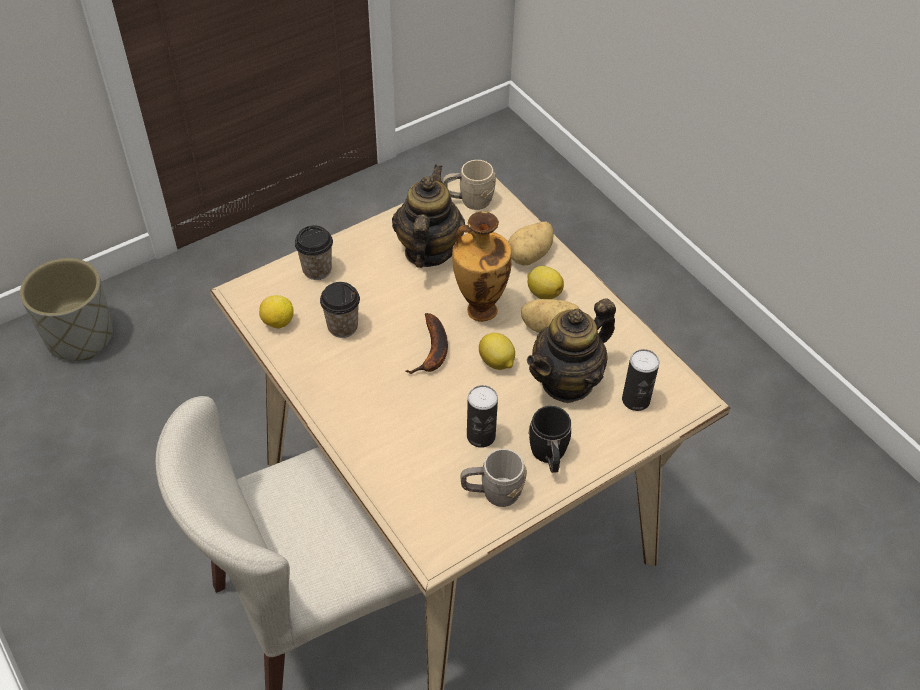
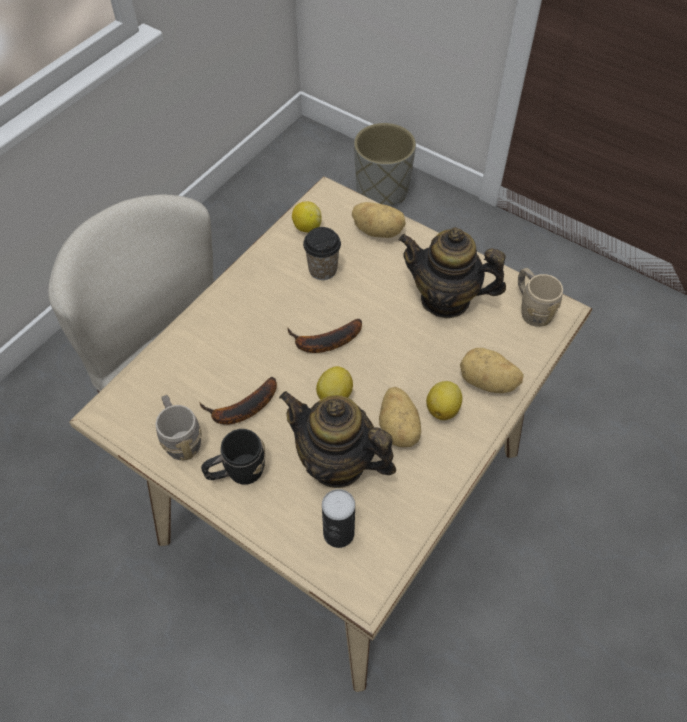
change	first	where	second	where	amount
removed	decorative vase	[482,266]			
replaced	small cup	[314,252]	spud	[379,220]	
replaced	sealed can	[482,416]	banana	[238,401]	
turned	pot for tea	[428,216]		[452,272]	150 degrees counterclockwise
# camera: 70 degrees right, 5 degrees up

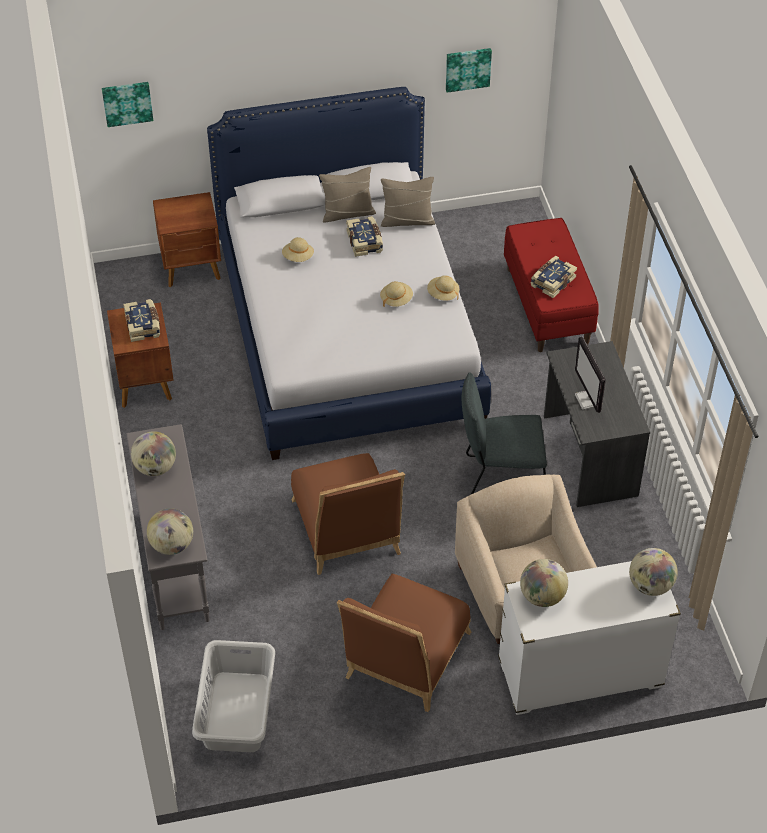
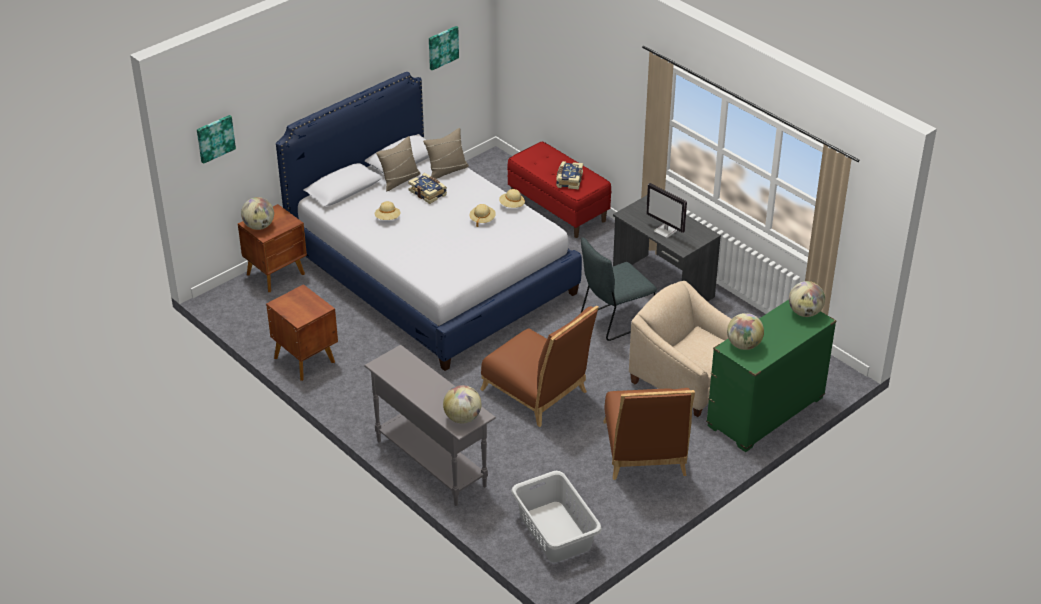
change	first	where	second	where	amount
removed	volume	[141,320]			
moved	world globe	[153,453]		[257,213]	
recoloured	whitish drawer chest	[589,638]	green-coloured drawer chest	[771,376]	
# camera: 30 degrees left, 10 degrees down

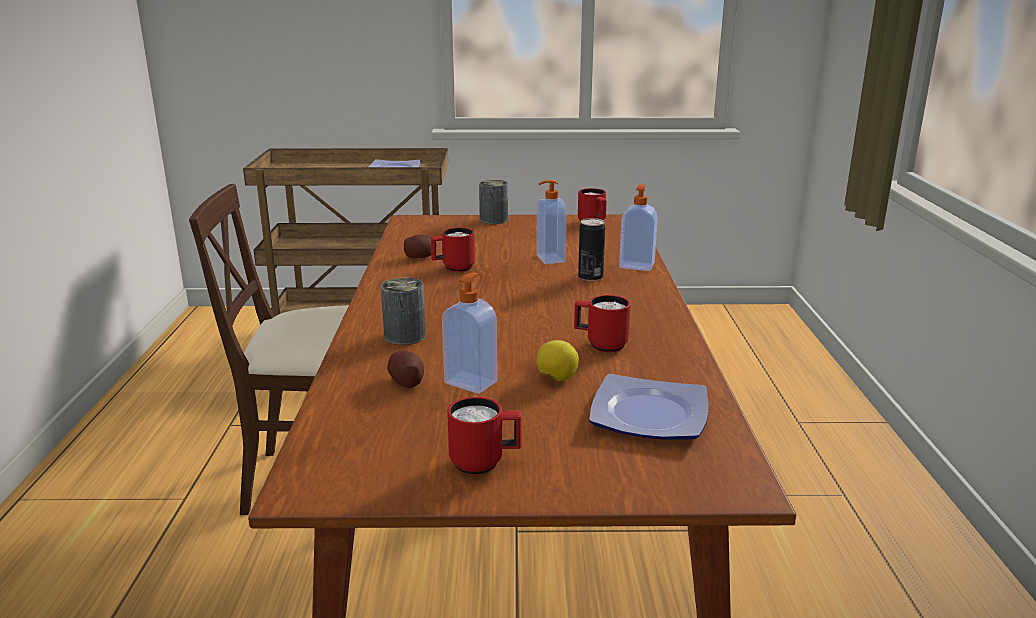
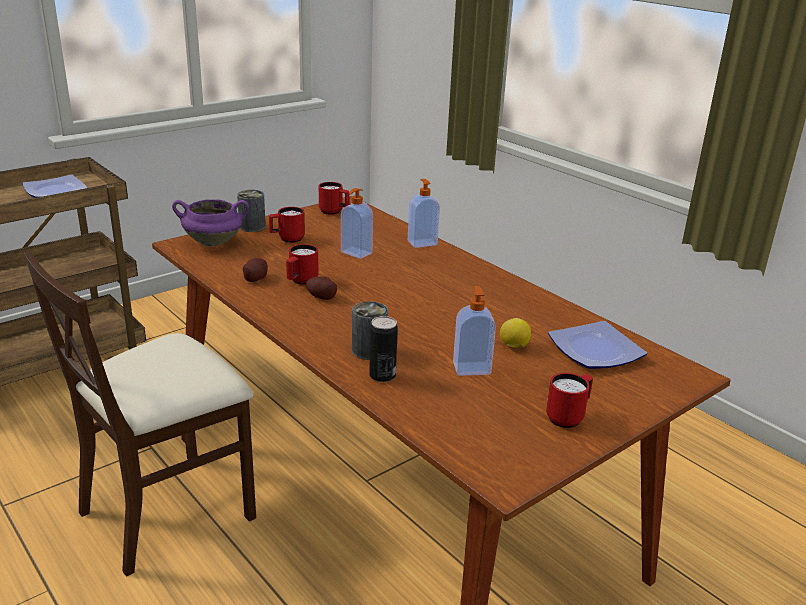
change	first	where	second	where	amount
added			purple-coloured stockpot	[210,223]	
moved	spud	[405,369]		[321,288]	
moved	red-coloured coffee mug	[602,323]		[287,225]	
moved	sealed can	[591,249]		[383,349]	
# camera: 40 degrees left, 5 degrees up

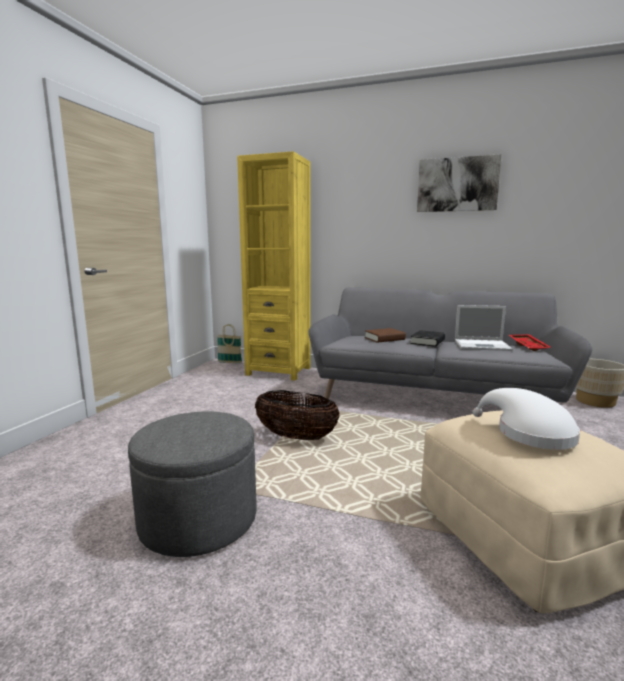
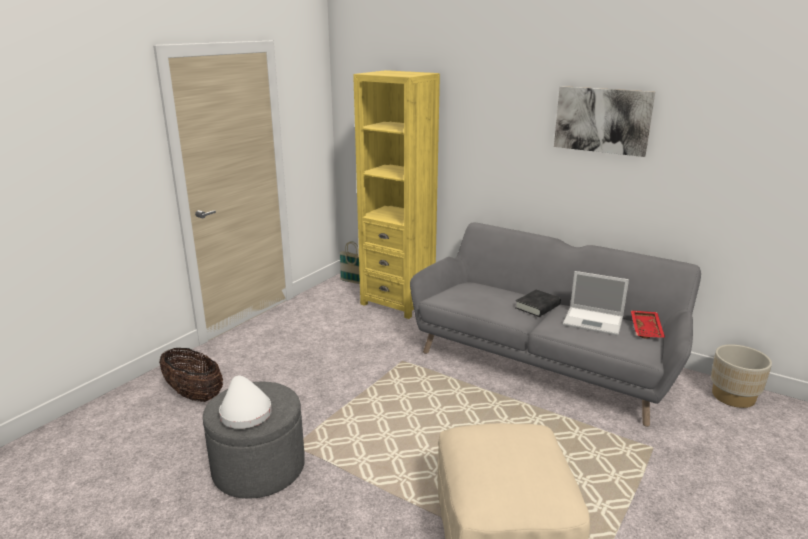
change	first	where	second	where	amount
removed	brown-coloured volume	[385,335]			
moved	storage basket	[297,415]		[191,375]	
moved	whitish clothing hat	[526,419]		[245,402]	
# camera: 15 degrees right, 10 degrees up

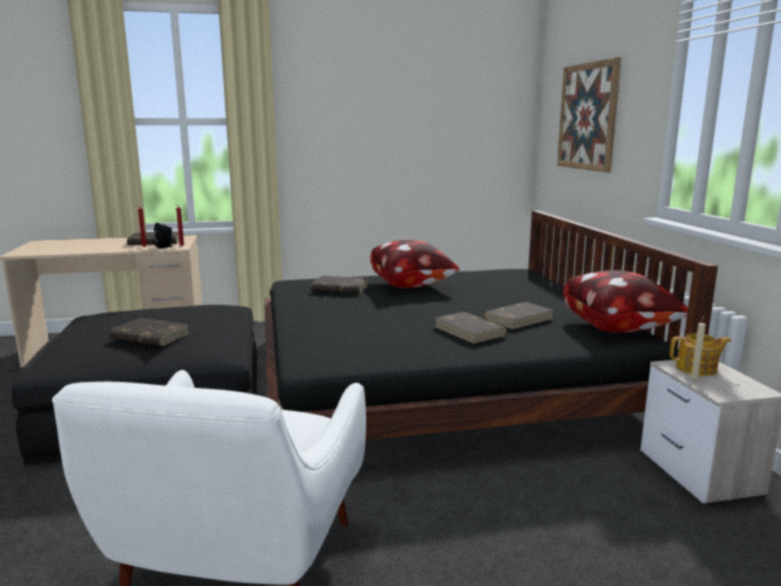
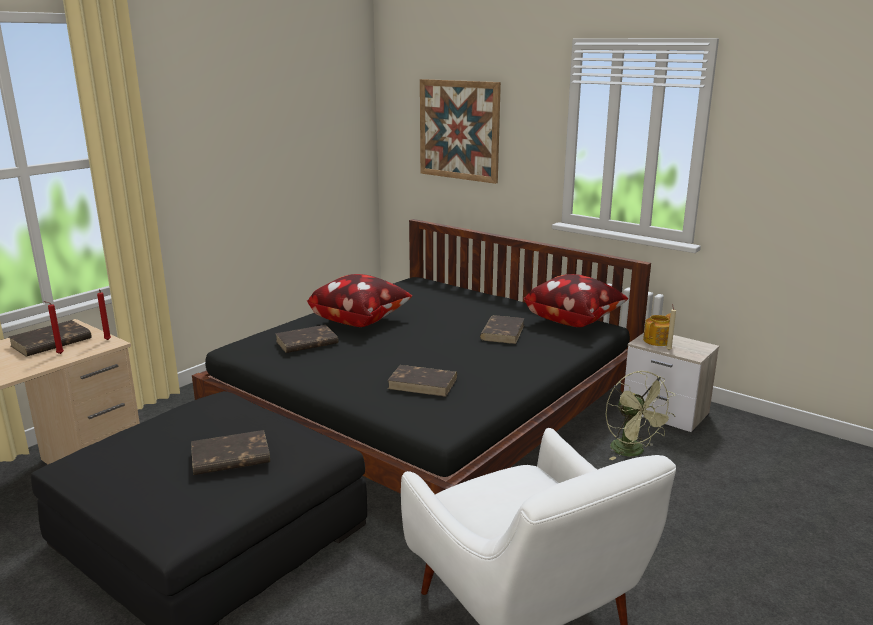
change	first	where	second	where	amount
removed	blackish audio speaker	[163,235]			
added			green-coloured electric fan	[641,416]	
moved	brown-coloured volume	[471,328]		[422,381]	
# camera: 40 degrees left, 5 degrees up

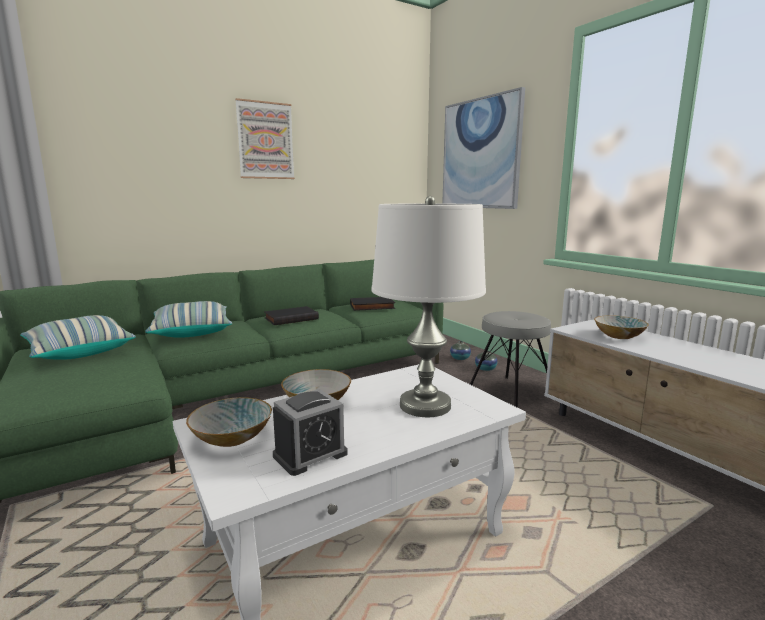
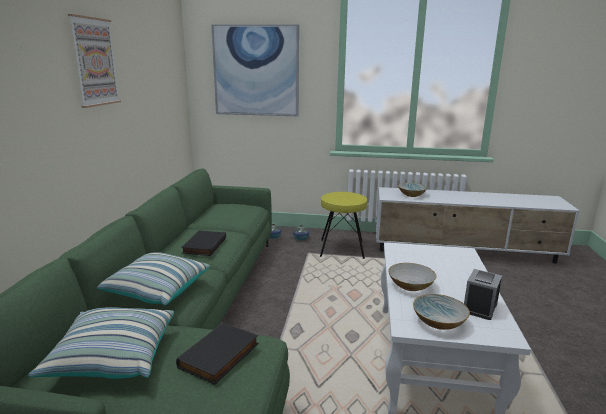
change	first	where	second	where	amount
removed	whitish tabletop lamp	[428,306]			
moved	blackish volume	[372,304]		[217,353]	
recoloured	greyish stool seat	[510,359]	yellow stool seat	[343,225]	
turned	table clock	[310,432]		[483,294]	150 degrees counterclockwise
# camera: 50 degrees left, 5 degrees up

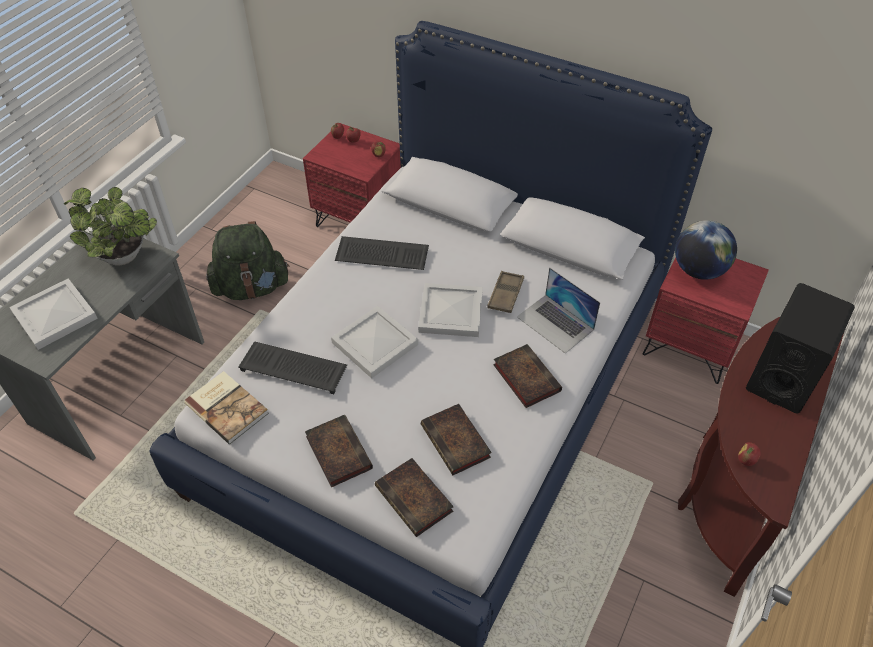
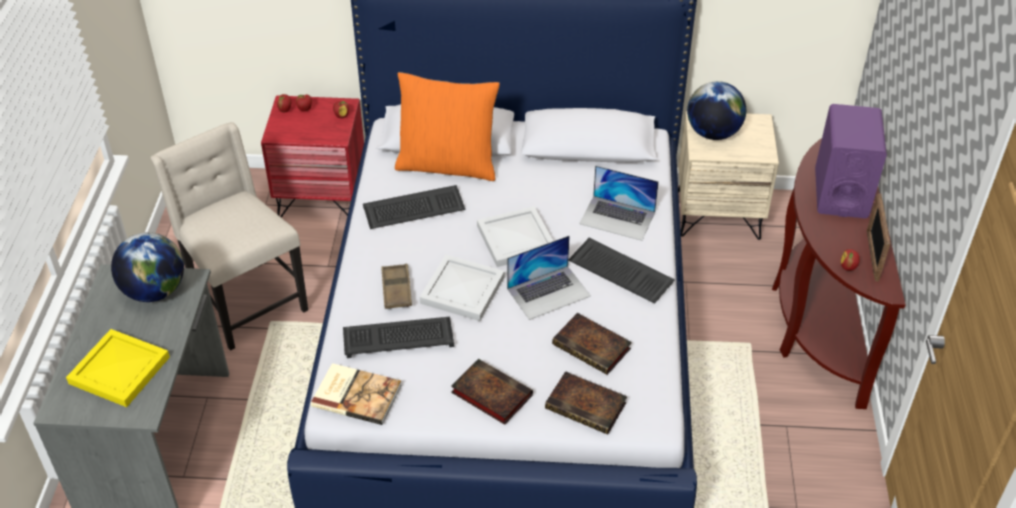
change	first	where	second	where	amount
added			orange pillow	[447,126]	
added			laptop	[549,278]	
added			picture frame	[878,237]	
moved	brown-coloured serving tray	[505,292]		[396,286]	
replaced	houseplant	[110,226]	world globe	[147,267]	
replaced	green-coloured rucksack	[248,260]	beige chair	[229,236]	
replaced	volume	[527,376]	PC keyboard	[621,271]	
recoloured	whitish serving tray	[53,314]	yellow serving tray	[118,368]	
recoloured	red-coloured bedside table	[706,321]	beige bedside table	[728,175]	
recoloured	blackish audio speaker	[800,348]	purple-coloured audio speaker	[851,161]	
# camera: 25 degrees left, 5 degrees down

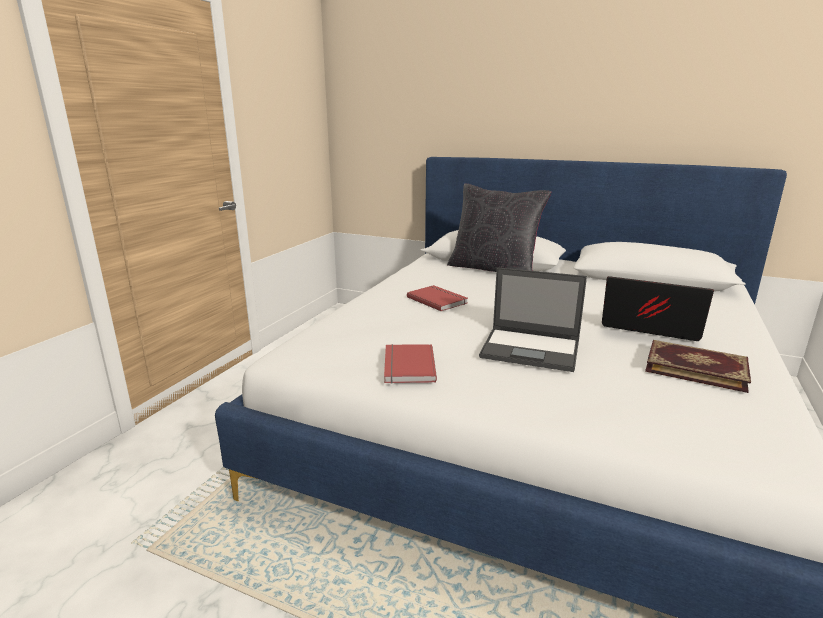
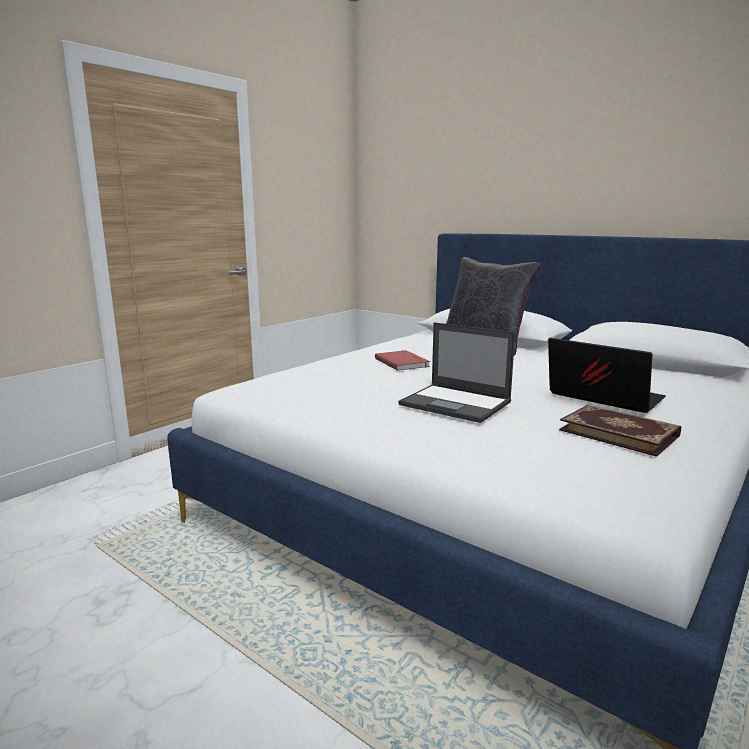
change	first	where	second	where	amount
removed	red-coloured volume	[410,364]			
# camera: 15 degrees right, 5 degrees down

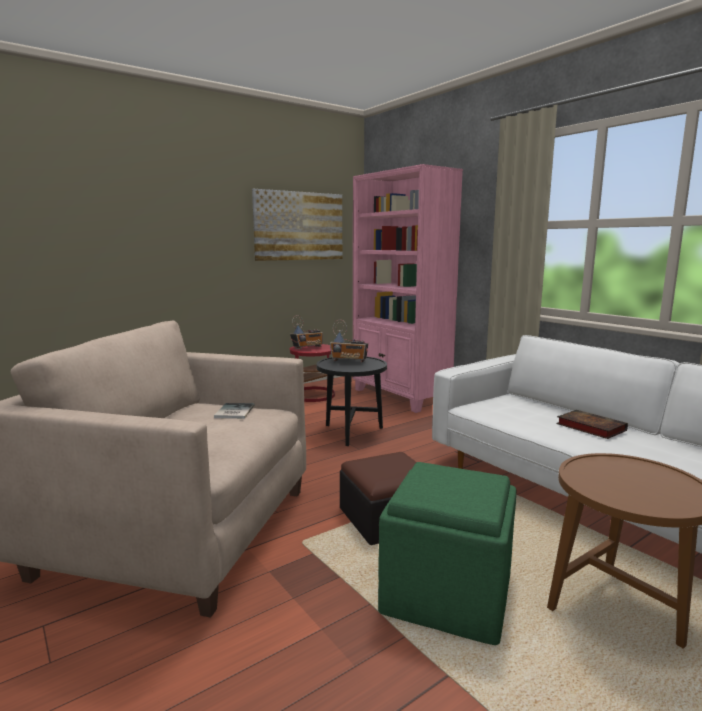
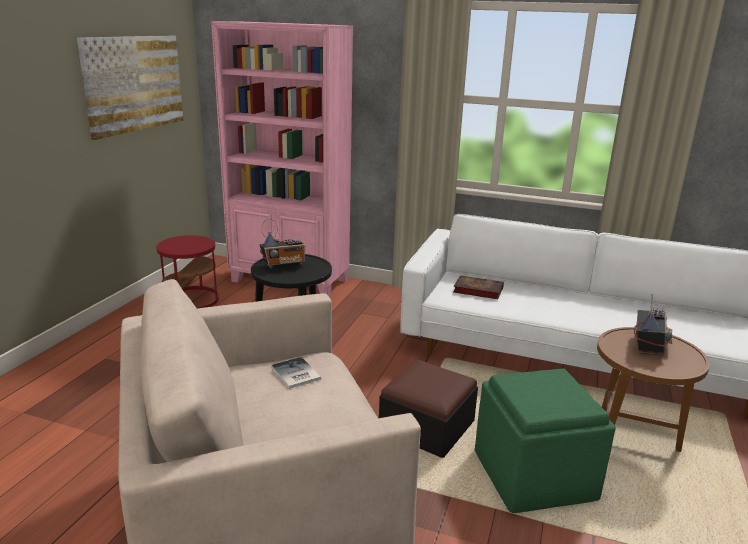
change	first	where	second	where	amount
moved	radio	[306,332]		[653,324]	
moved	volume	[592,424]		[478,287]	
# camera: 35 degrees left, 10 degrees up

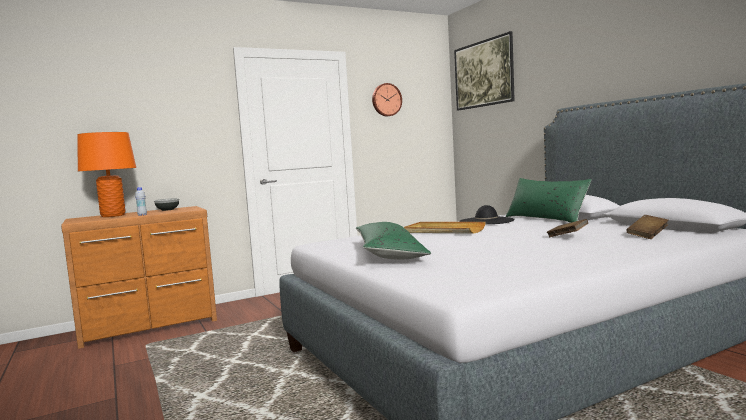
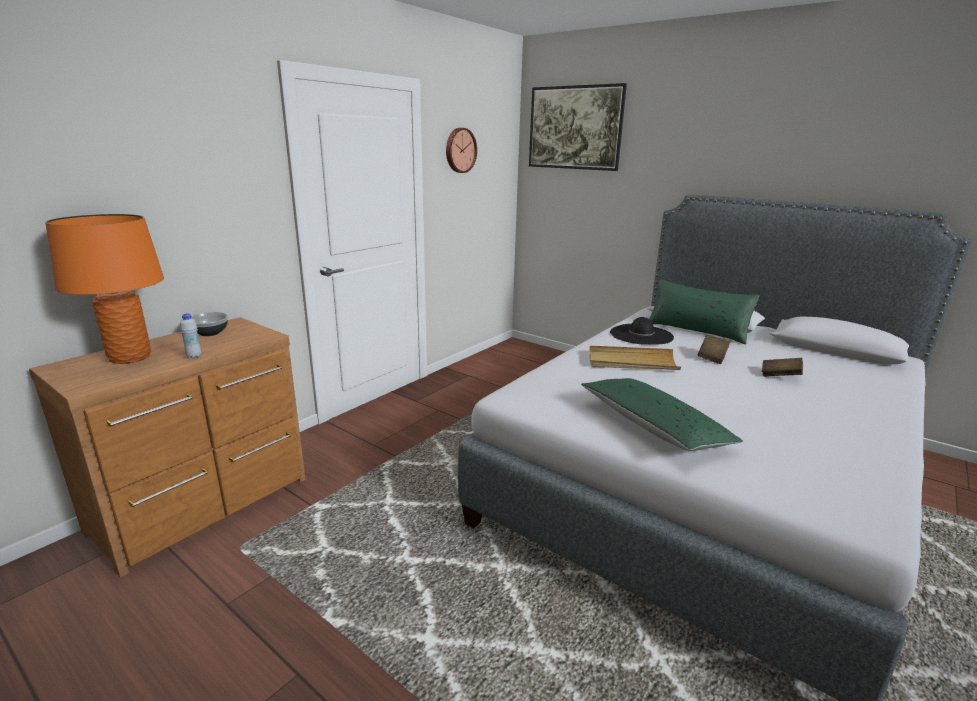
change	first	where	second	where	amount
moved	brown-coloured volume	[647,227]		[714,349]	
# camera: 25 degrees left, 15 degrees up

